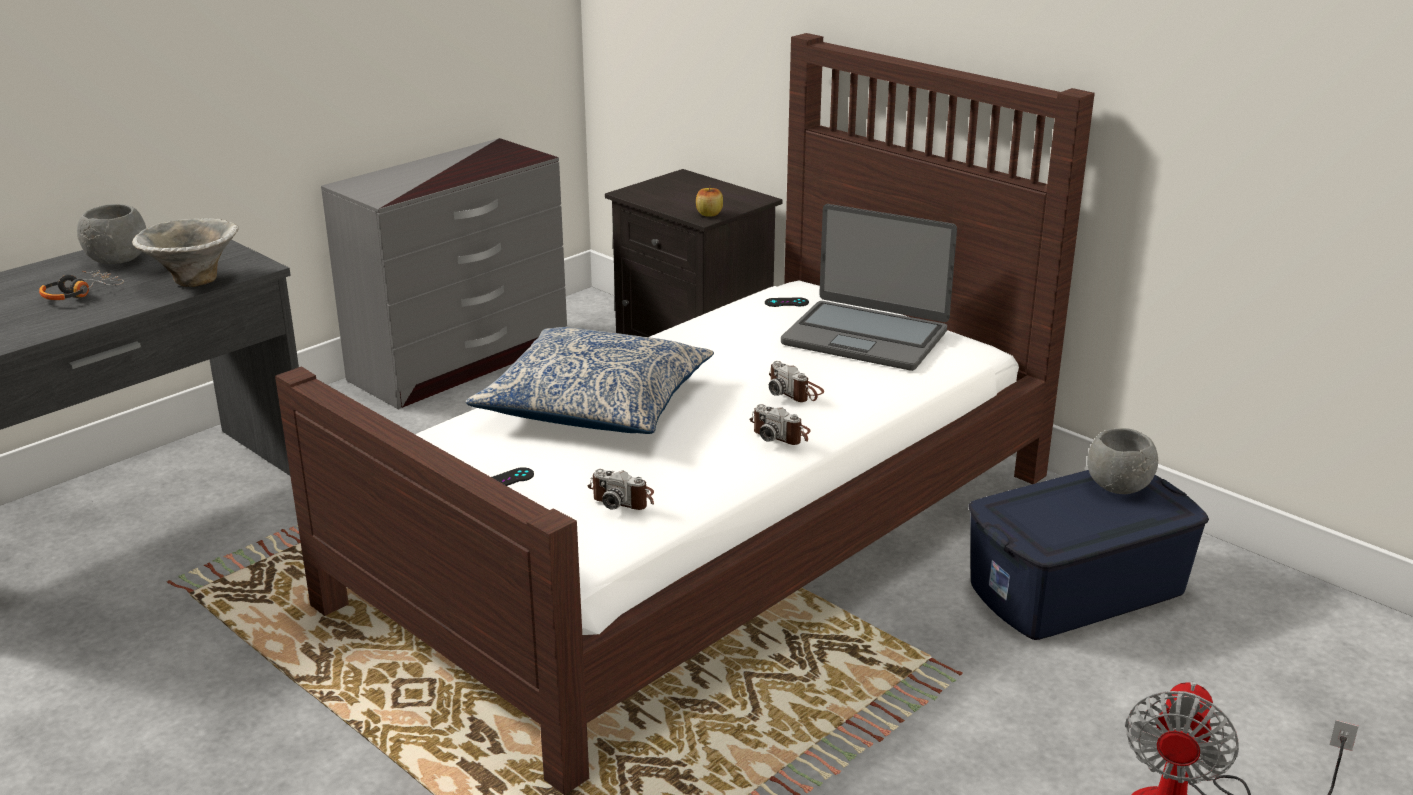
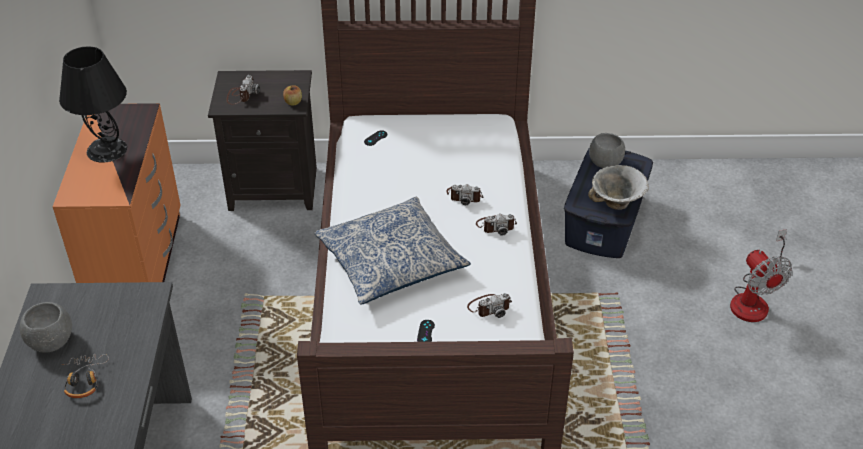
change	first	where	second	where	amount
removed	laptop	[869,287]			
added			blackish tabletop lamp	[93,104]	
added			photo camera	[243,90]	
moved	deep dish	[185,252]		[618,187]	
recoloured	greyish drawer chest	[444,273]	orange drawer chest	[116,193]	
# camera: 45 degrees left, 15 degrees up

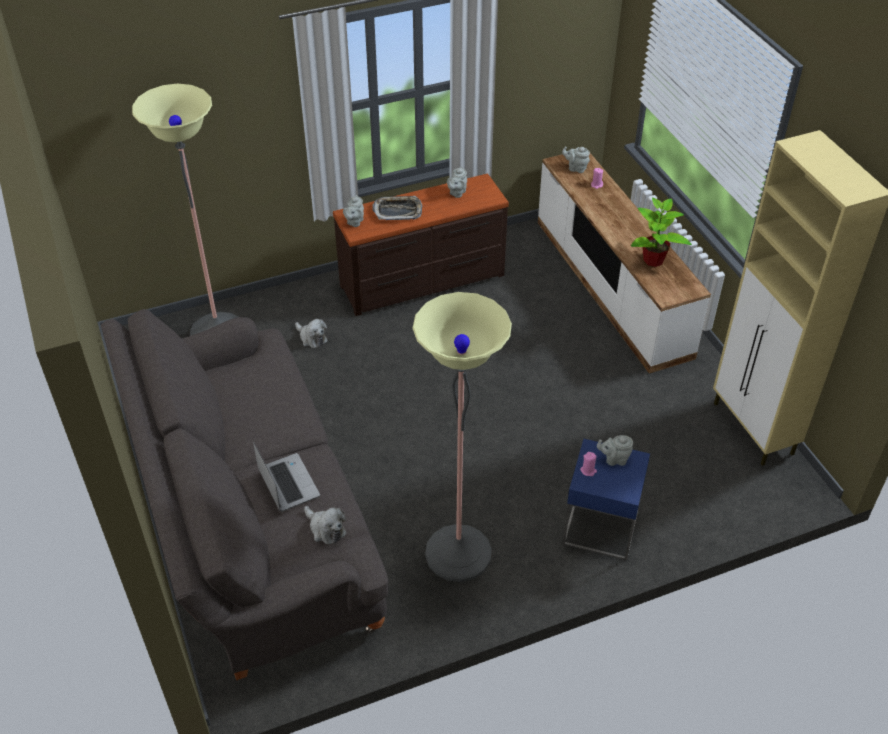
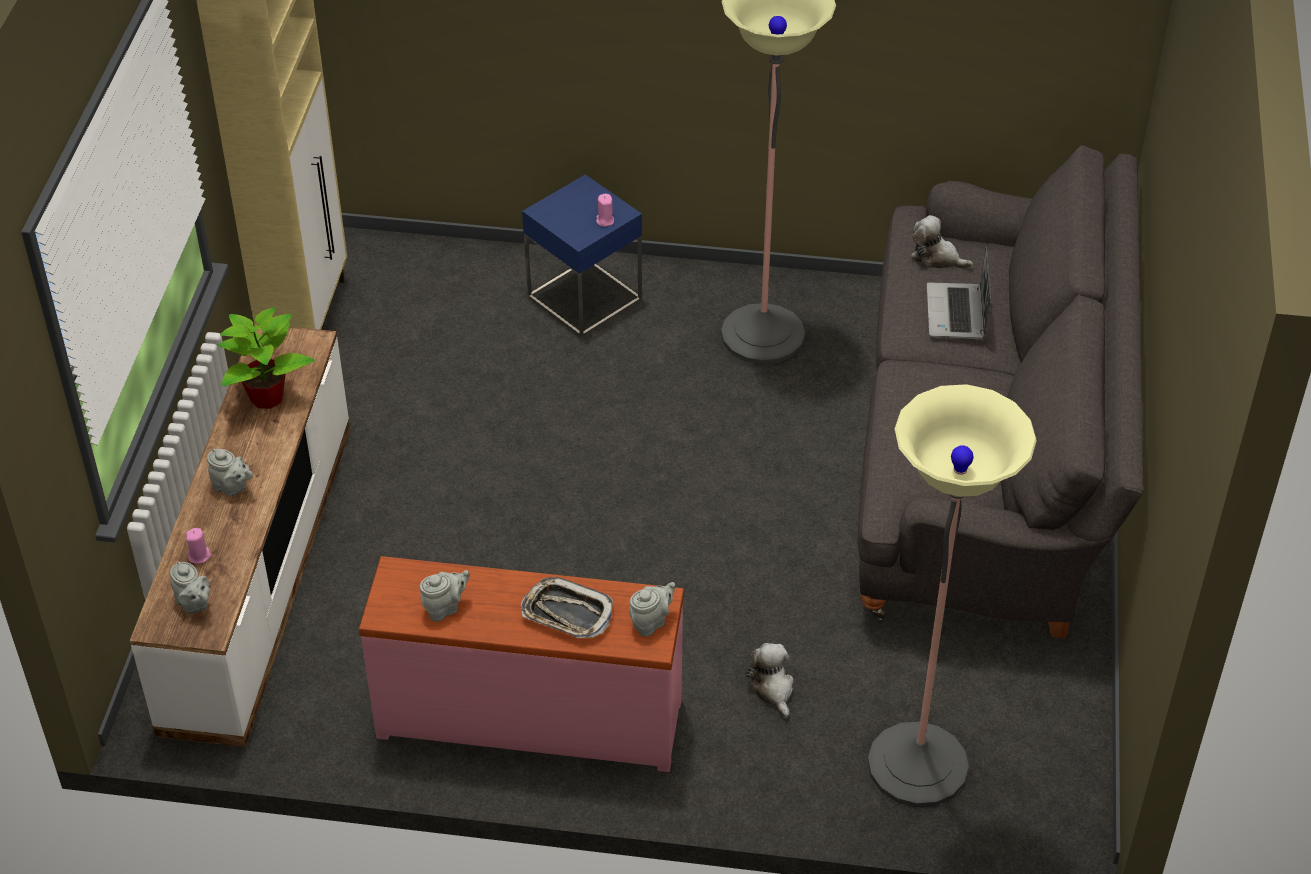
change	first	where	second	where	amount
moved	greyish pot for tea	[615,450]		[230,472]	
recoloured	brown-coloured drawer chest	[421,244]	pink-coloured drawer chest	[521,664]	
turned	soft toy	[325,525]		[942,242]	45 degrees counterclockwise
# camera: 150 degrees left, 0 degrees up

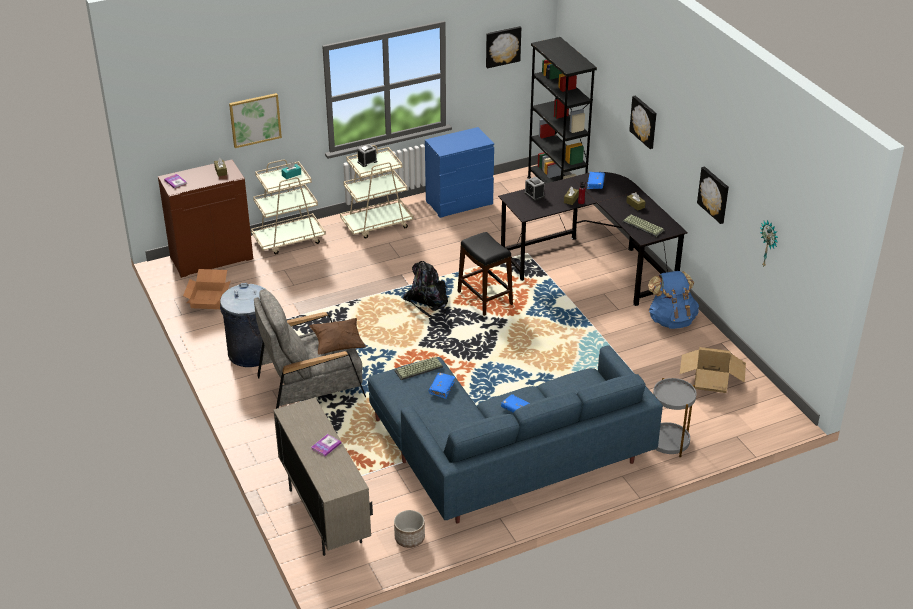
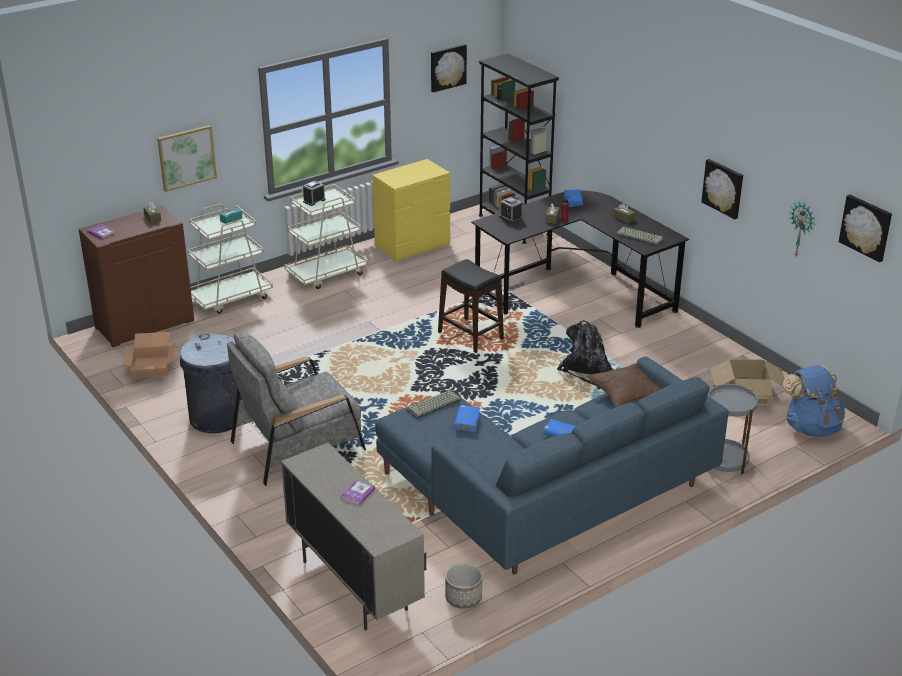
change	first	where	second	where	amount
moved	brown-coloured pillow	[337,336]		[624,384]	
moved	blackish rucksack	[425,290]		[585,355]	
moved	wall picture	[643,122]		[865,228]	
moved	bluish rucksack	[673,300]		[814,401]	
recoloured	bluish drawer chest	[459,172]	yellow drawer chest	[411,210]	
# camera: 10 degrees left, 5 degrees down

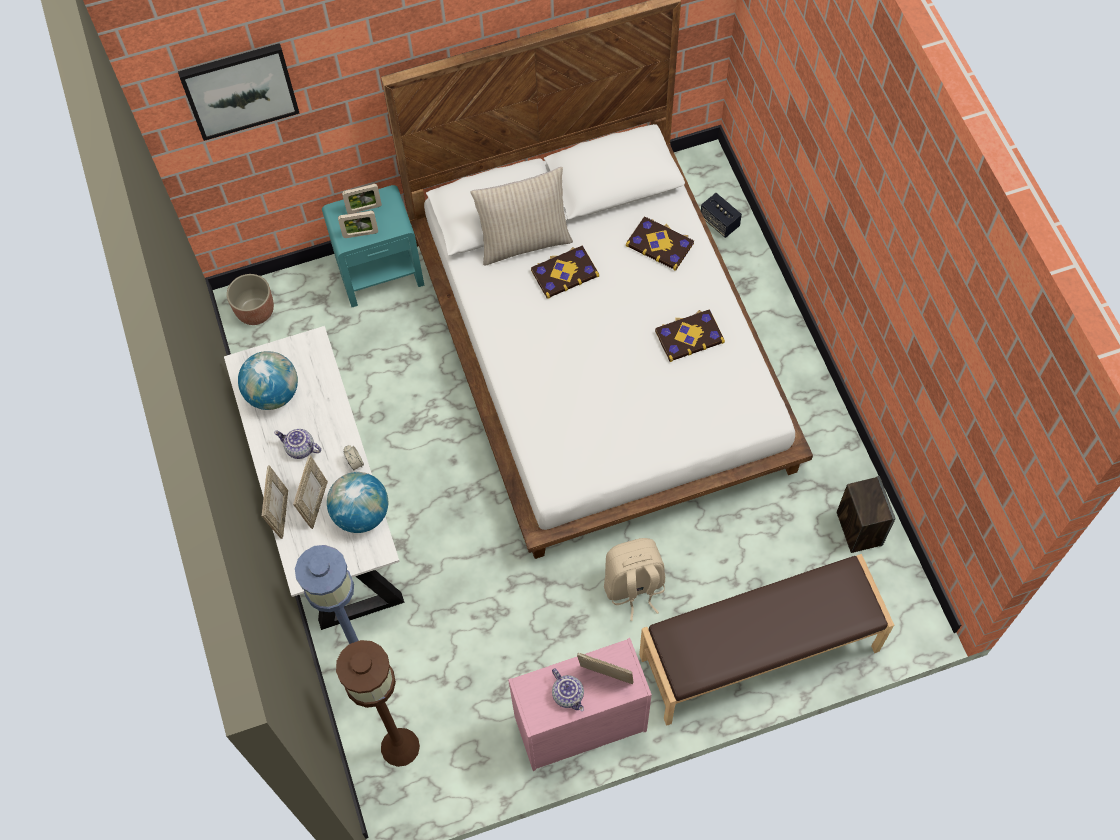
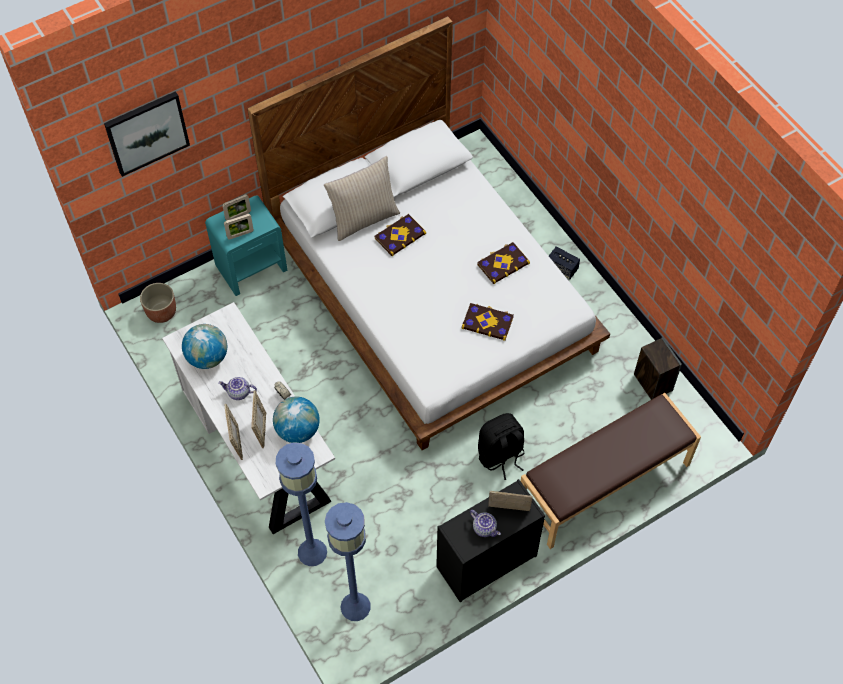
change	first	where	second	where	amount
moved	volume	[660,243]		[488,322]	
moved	audio speaker	[721,215]		[564,262]	
recoloured	brown-coloured floor lamp	[378,703]	bluish floor lamp	[348,561]	
recoloured	pink-coloured drawer chest	[580,704]	blackish drawer chest	[490,541]	
recoloured	beige rucksack	[634,579]	blackish rucksack	[501,446]	
# camera: 15 degrees left, 5 degrees down

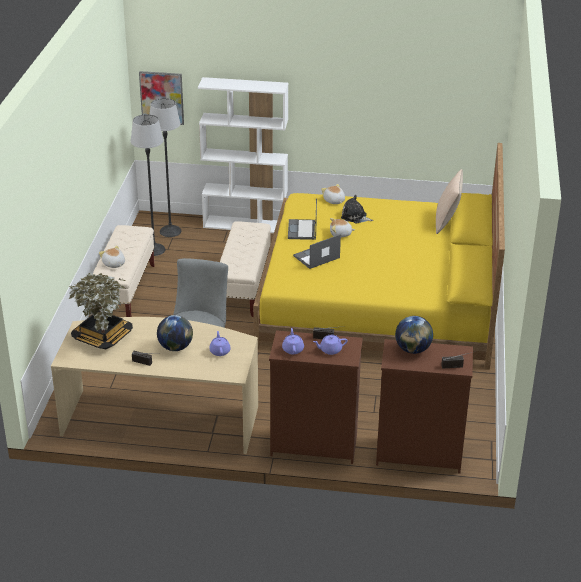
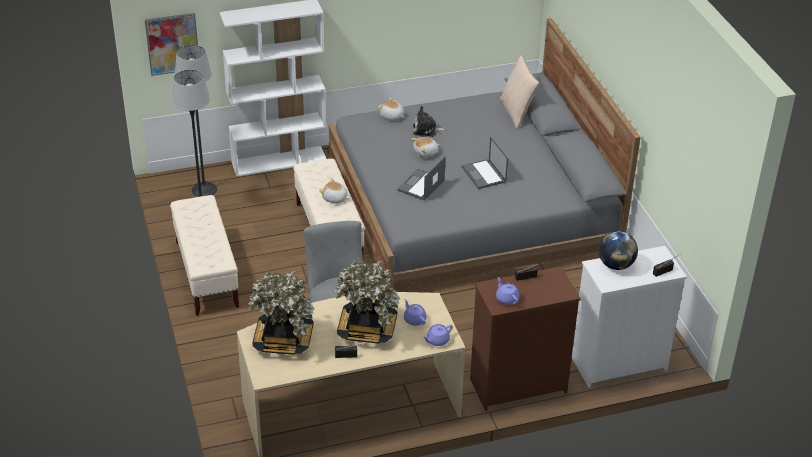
change	first	where	second	where	amount
moved	soft toy	[112,256]		[334,190]	
moved	laptop	[302,219]		[485,163]	
moved	purple-coloured pot for tea	[330,345]		[438,335]	
replaced	world globe	[175,333]	houseplant	[367,302]	
recoloured	yellow bed	[379,256]	greyish bed	[485,154]	
recoloured	brown-coloured drawer chest	[424,406]	whitish drawer chest	[629,317]	
# camera: 25 degrees left, 5 degrees up

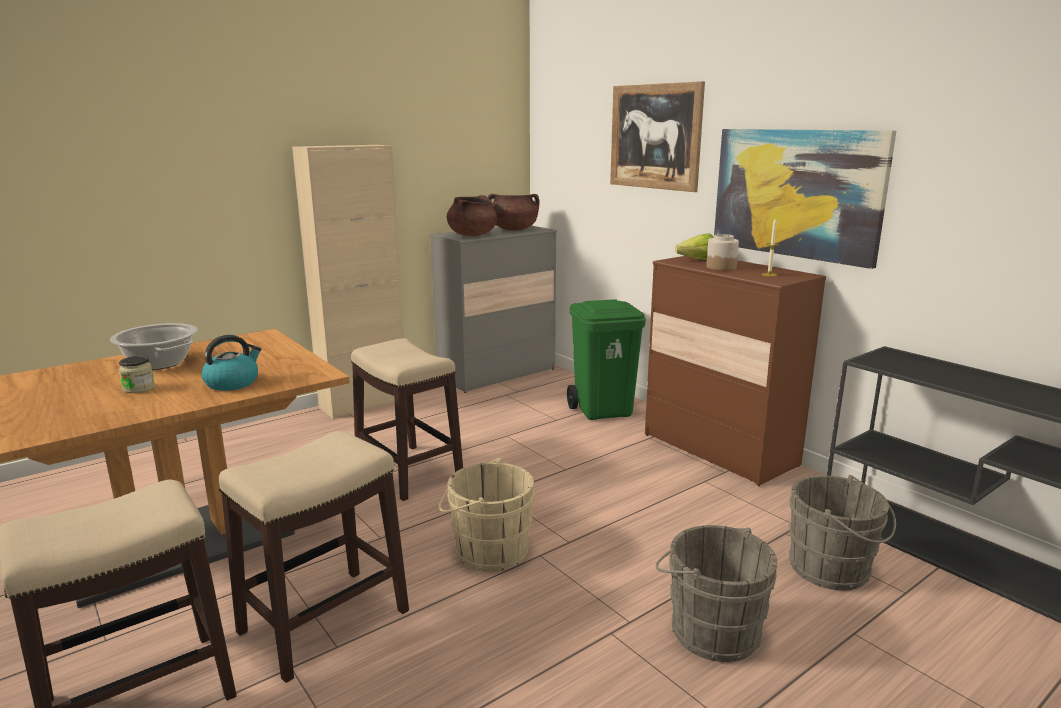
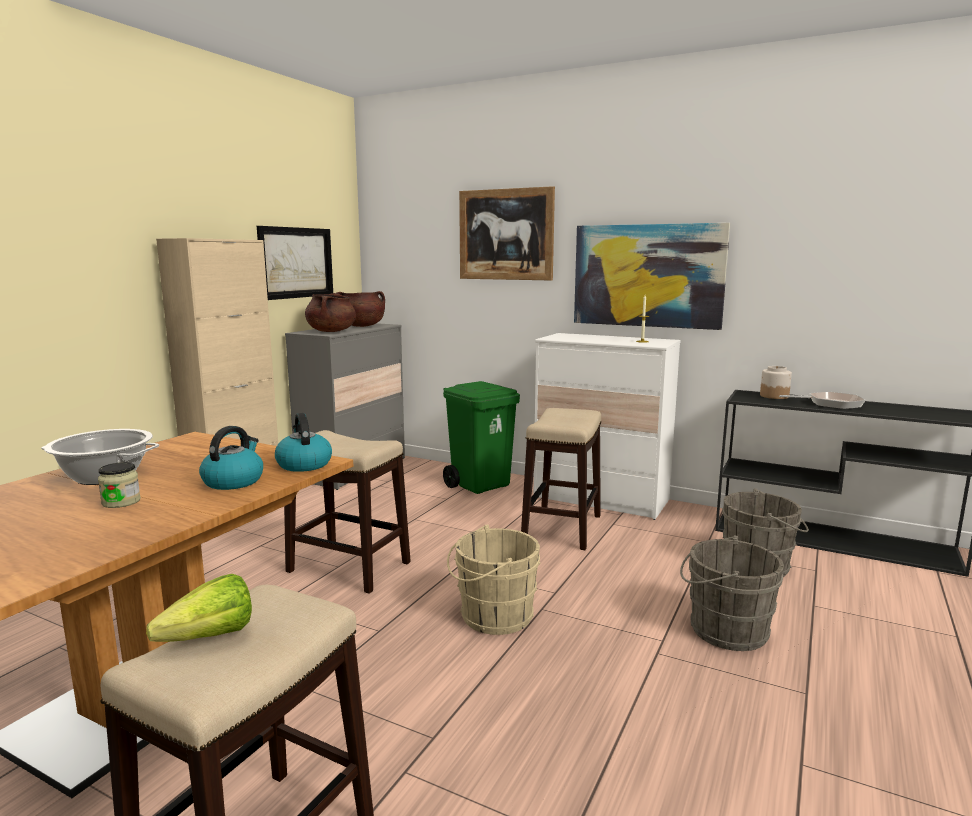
change	first	where	second	where	amount
added			wall picture	[295,263]	
added			water kettle	[303,442]	
added			frying pan	[822,400]	
moved	stool seat	[314,557]		[561,479]	
moved	lettuce	[694,247]		[199,608]	
moved	preserve jar	[722,252]		[776,382]	
recoloured	brown-coloured drawer chest	[735,371]	whitish drawer chest	[607,426]	
# camera: 25 degrees left, 5 degrees down

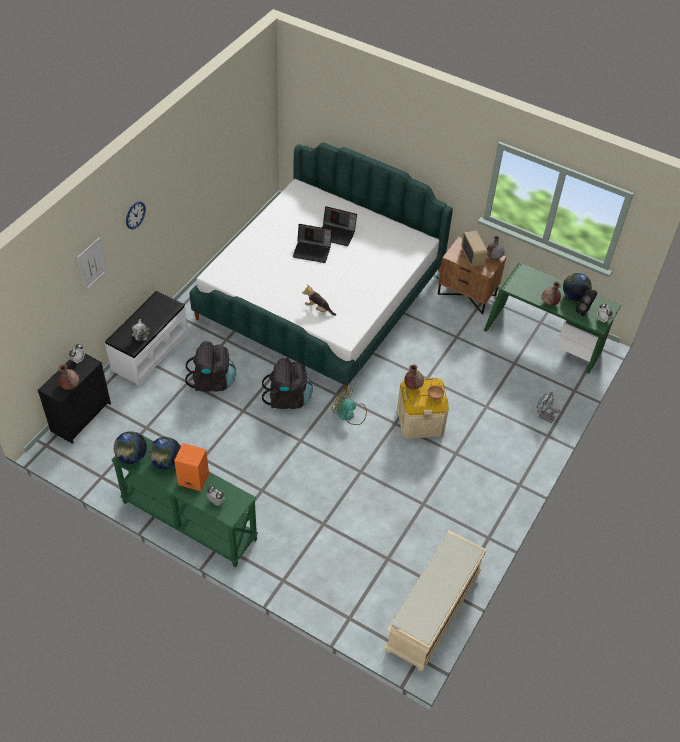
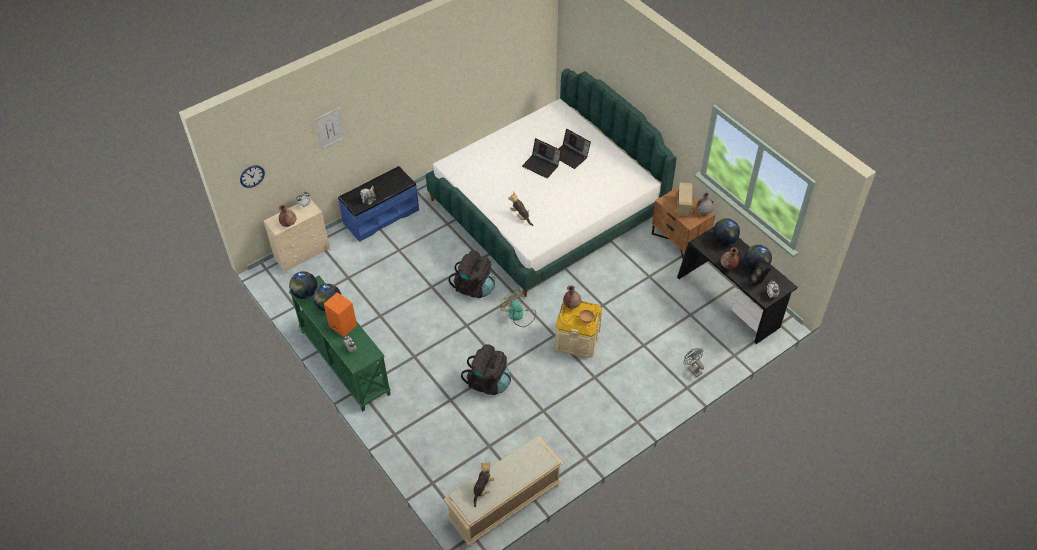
change	first	where	second	where	amount
added			soft toy	[484,484]	
added			world globe	[726,231]	
moved	wall clock	[136,215]		[252,176]	
moved	blackish rucksack	[210,366]		[486,369]	
recoloured	blackish drawer chest	[74,399]	beige drawer chest	[296,237]	
recoloured	whitish bench	[146,338]	bluish bench	[378,204]	
recoloured	green-coloured desk unit	[552,318]	blackish desk unit	[737,285]	
# camera: 25 degrees right, 0 degrees up

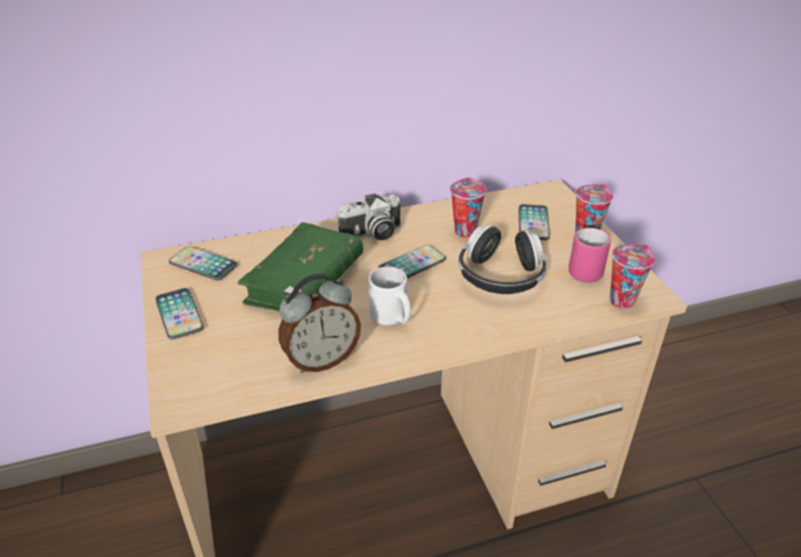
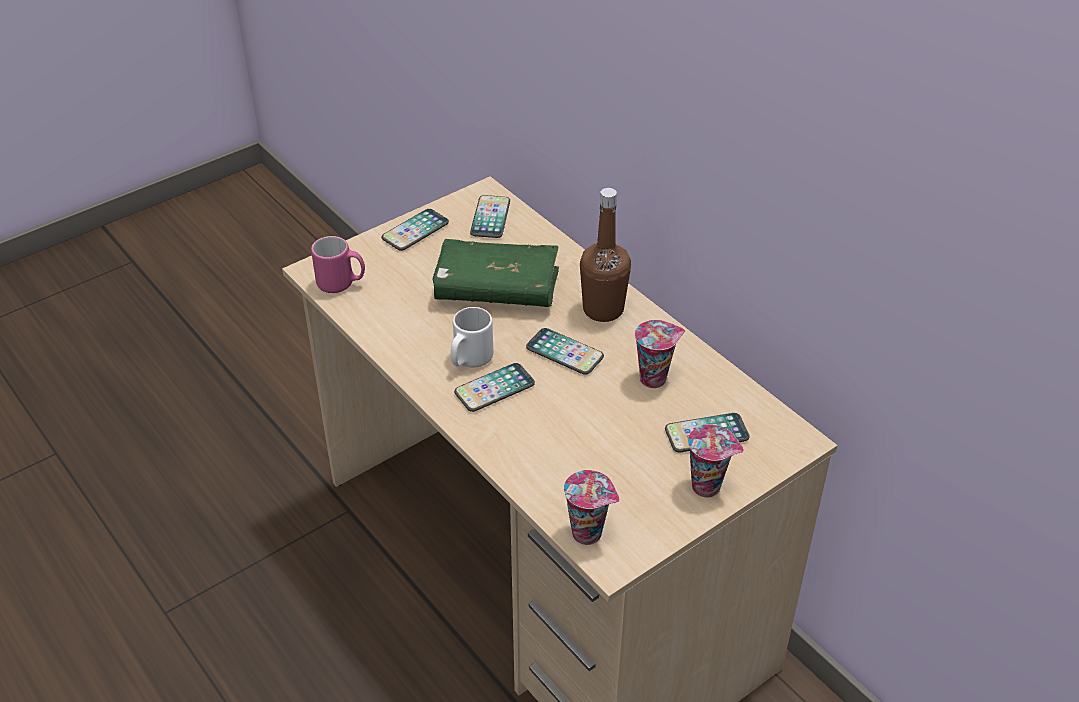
change	first	where	second	where	amount
removed	table clock	[319,323]			
removed	headphones	[502,260]			
added			handset	[494,387]	
moved	pink-coloured coffee mug	[589,255]		[338,264]	
replaced	photo camera	[368,217]	brown-coloured drink bottle	[605,255]	
# camera: 70 degrees right, 5 degrees up

